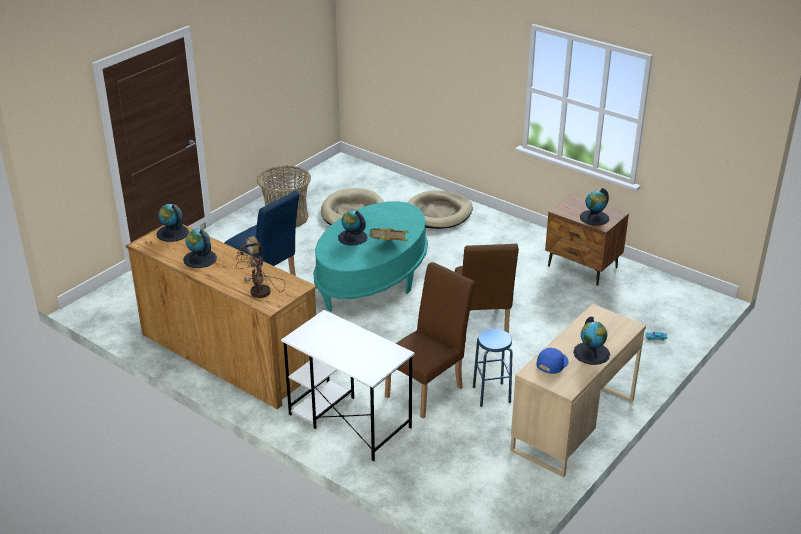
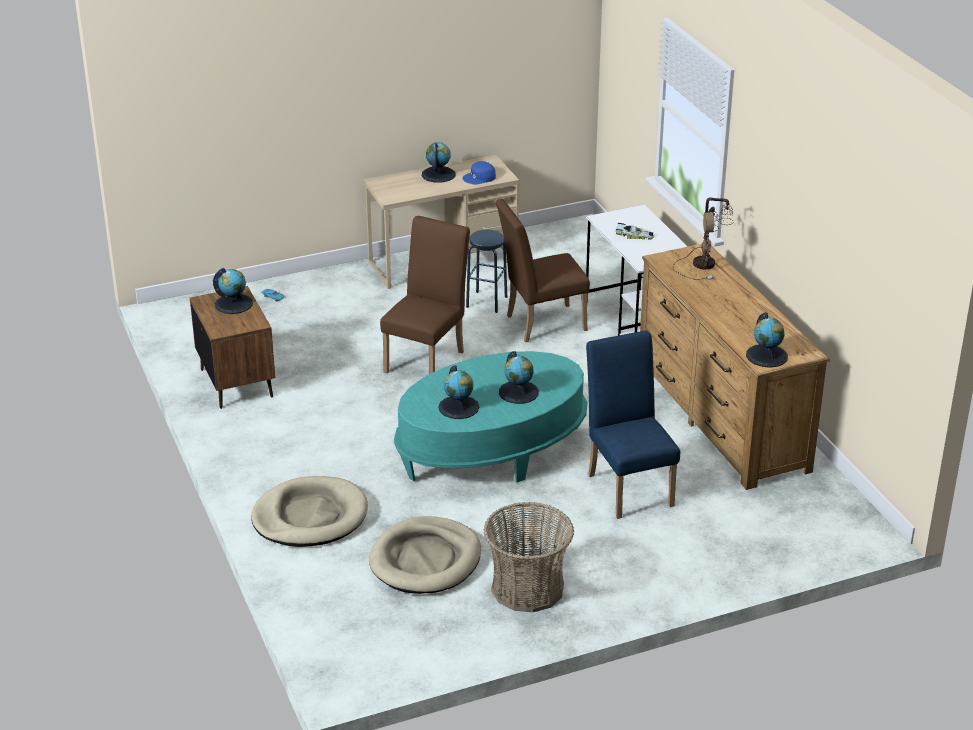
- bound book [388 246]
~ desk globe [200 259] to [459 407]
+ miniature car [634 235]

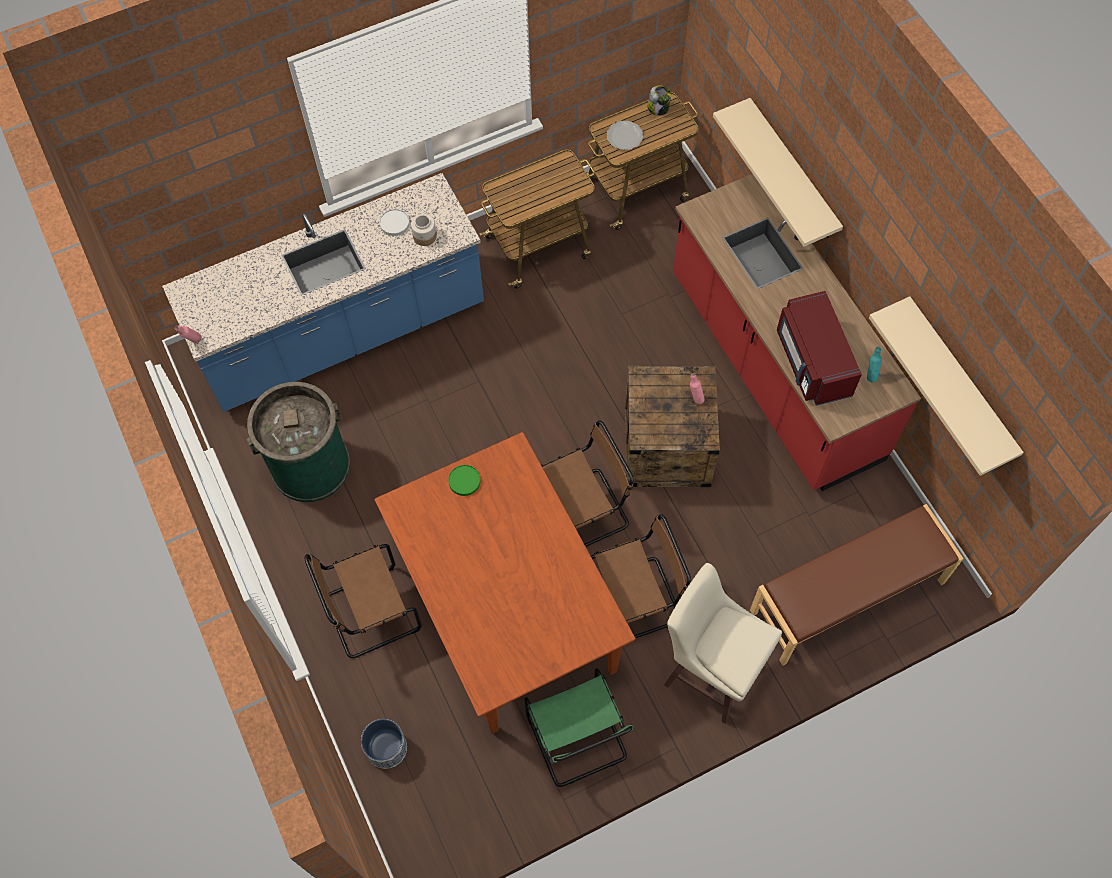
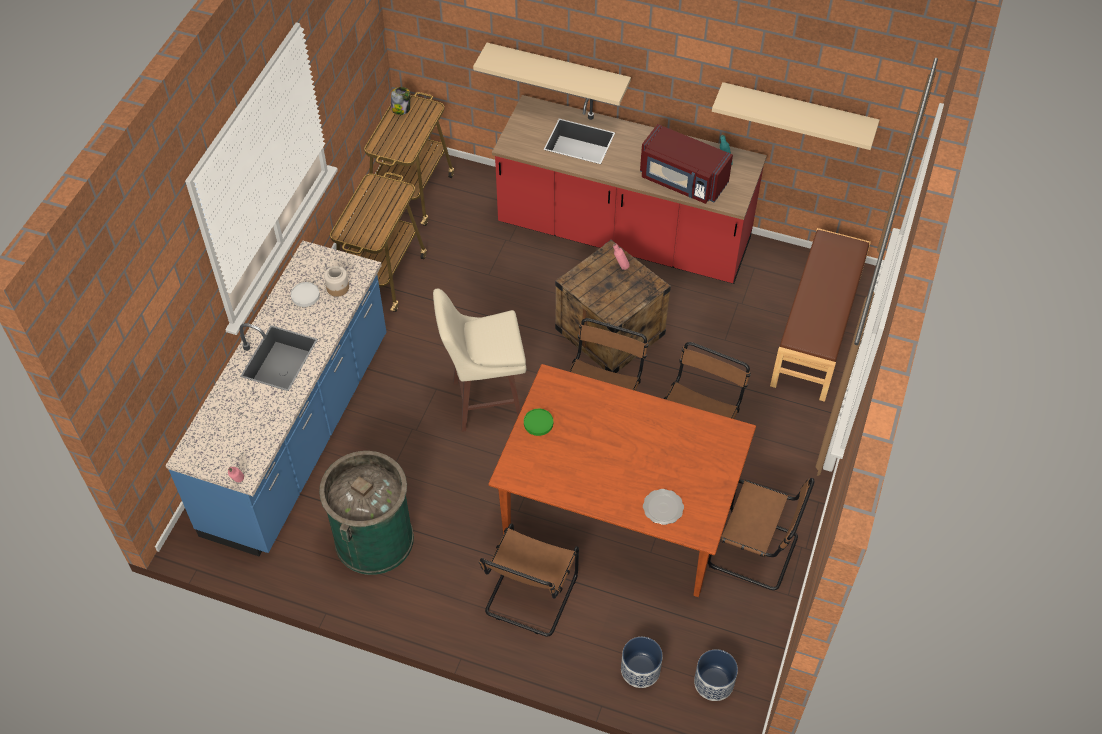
~ flat dish [624 136] to [662 508]
~ beige sitting stool [710 672] to [484 401]
~ greenish upright chair [578 740] to brown-coloured upright chair [756 551]
+ plant pot [713 683]

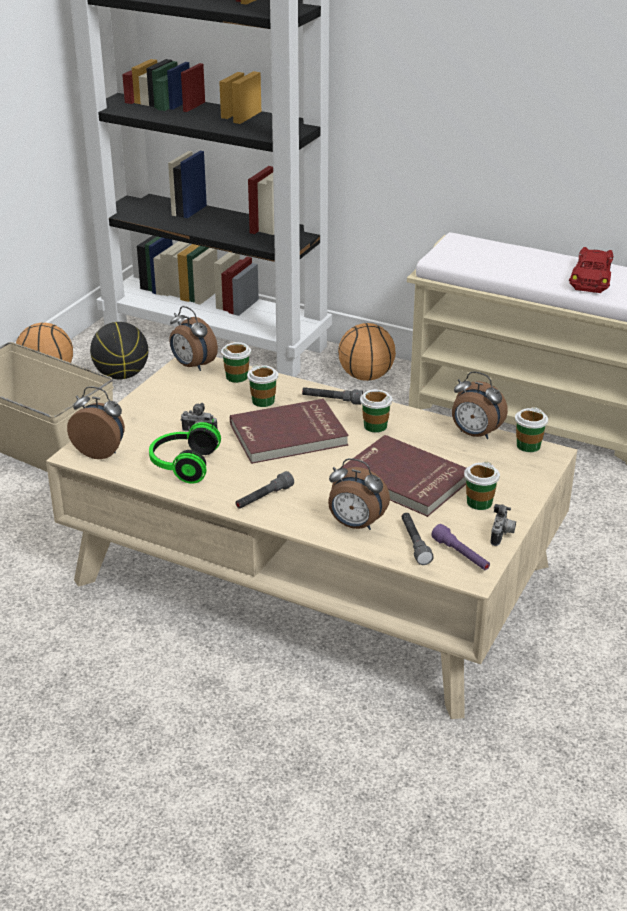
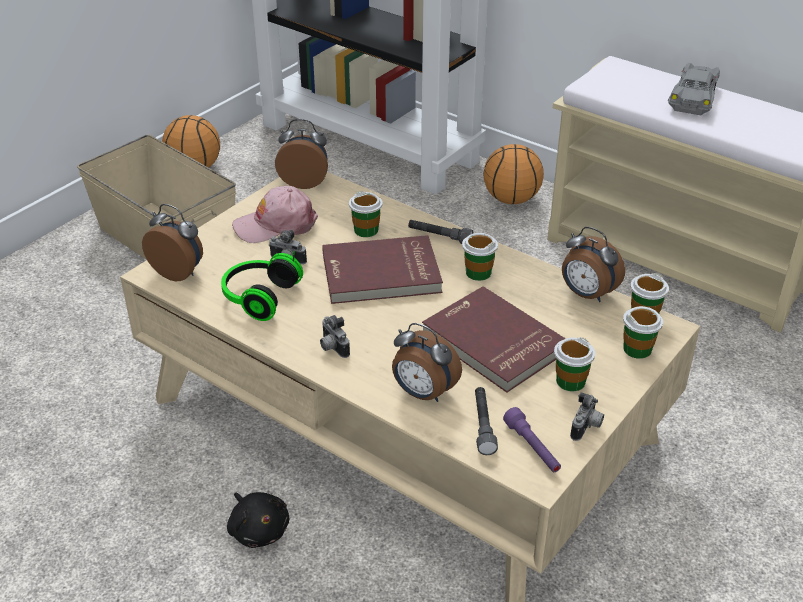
- reddish miniature car [592 278]
~ table clock [192 366] = [304 182] 135 degrees clockwise
- basketball [122 375]
~ drinking cup [237 377] to [637 349]
~ gray torch [264 498] to still camera [332 348]
+ gray miniature car [694 97]
+ pink peaked cap [276 224]
+ blackish soft toy [259 529]

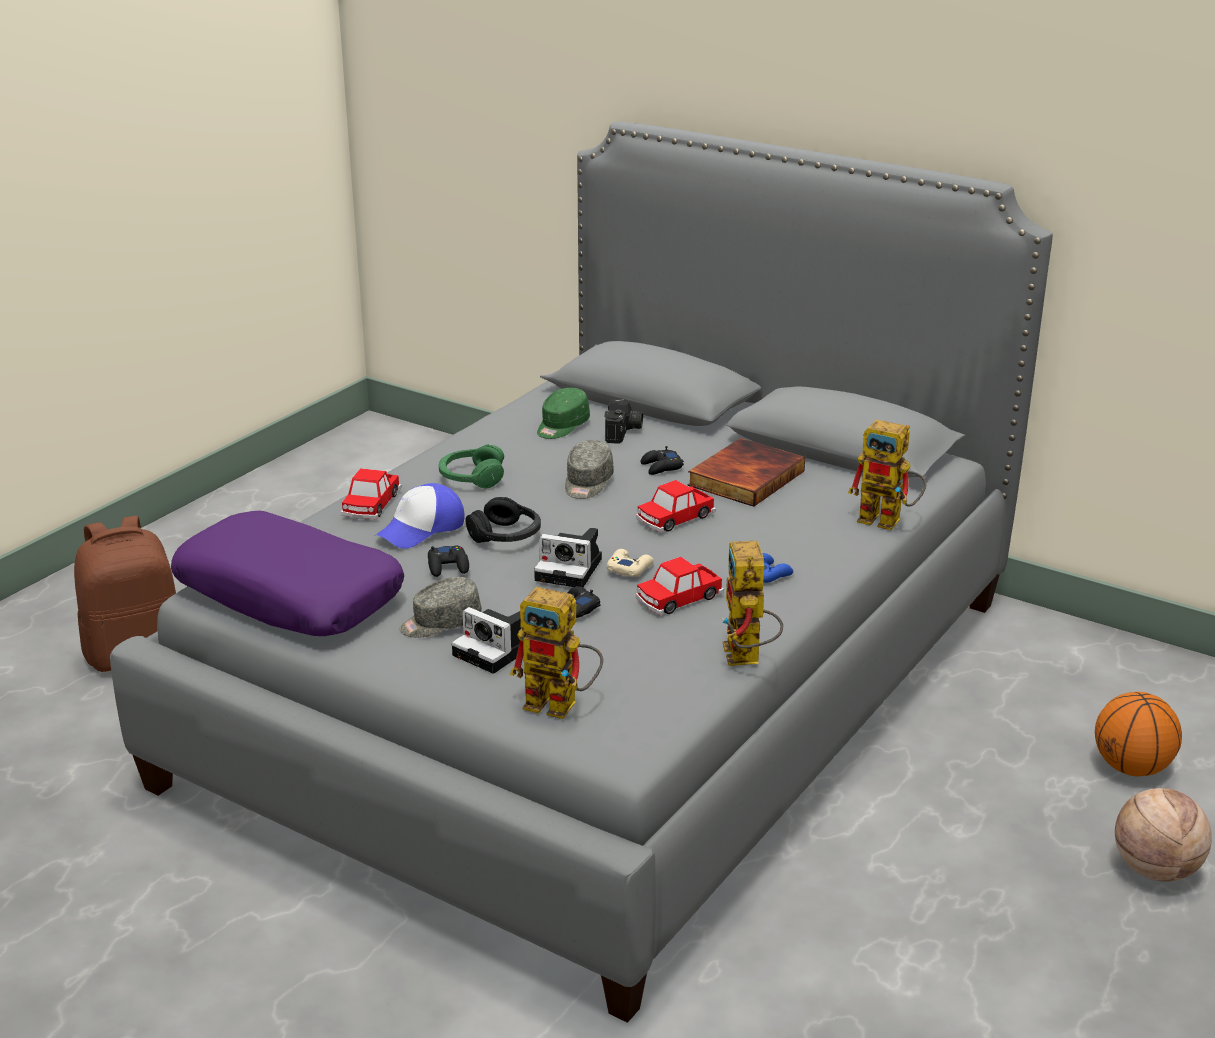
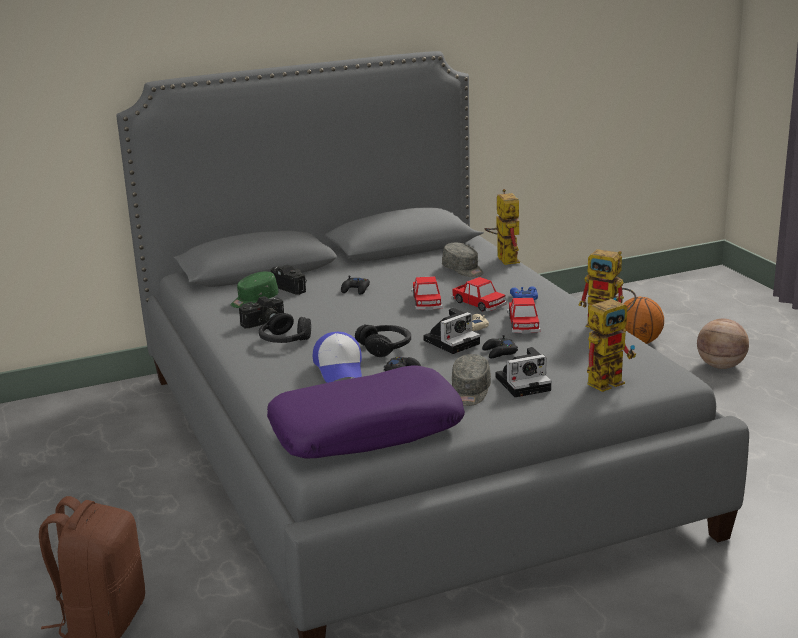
~ greenish peaked cap [562 426] = [254 300] 75 degrees clockwise
~ toy robot [889 521] = [503 258] 75 degrees counterclockwise
- bound book [744 477]
~ gray peaked cap [587 483] to [463 270]
~ greenish headphones [472 478] to blackish headphones [284 340]
~ miniature car [371 504] to [479 303]
+ still camera [264 323]

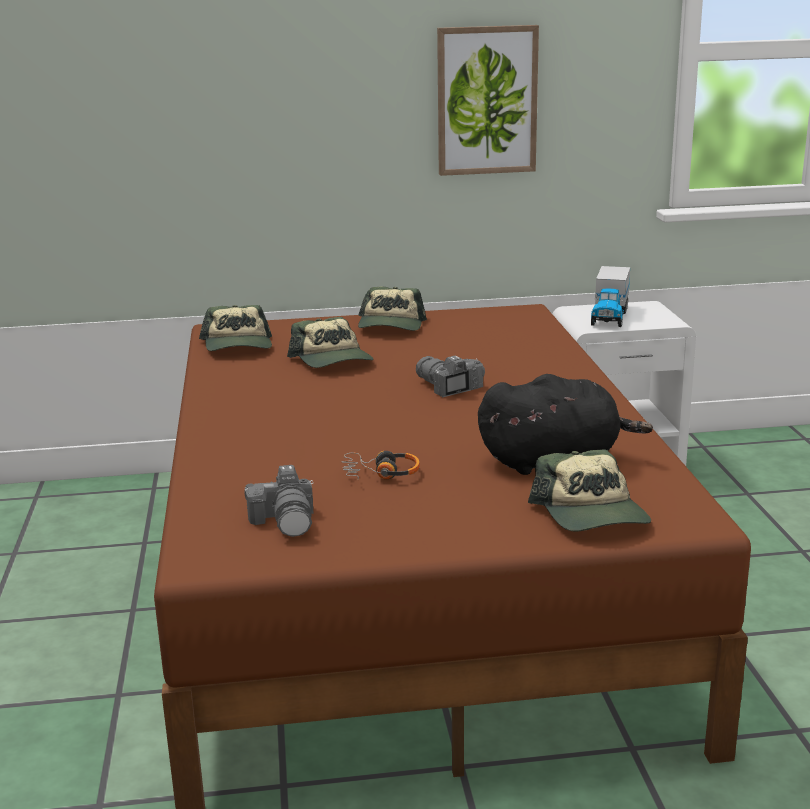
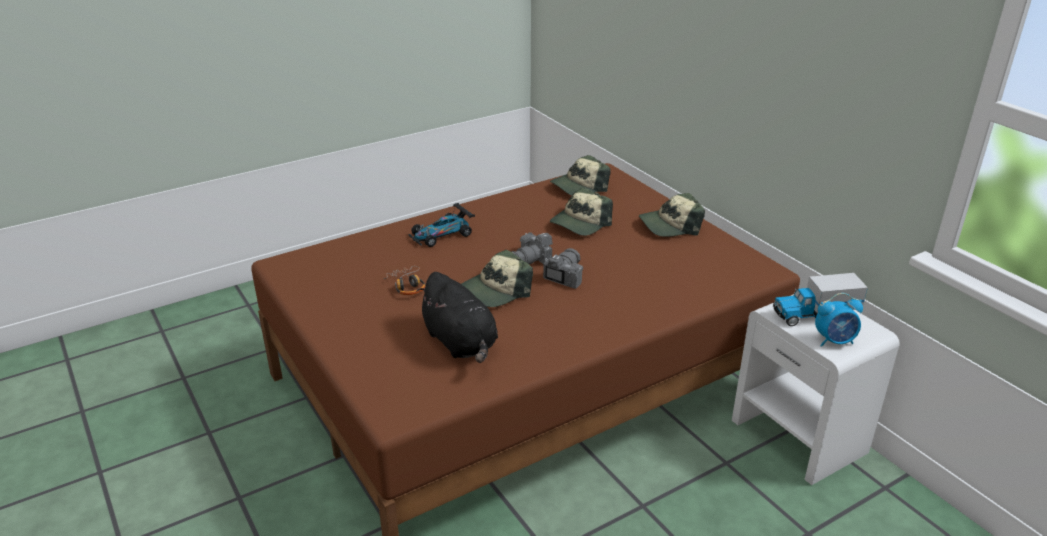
- wall art [486 100]
~ peaked cap [591 514] to [496 290]
~ still camera [286 520] to [532 260]
+ miniature car [442 234]
+ table clock [834 341]

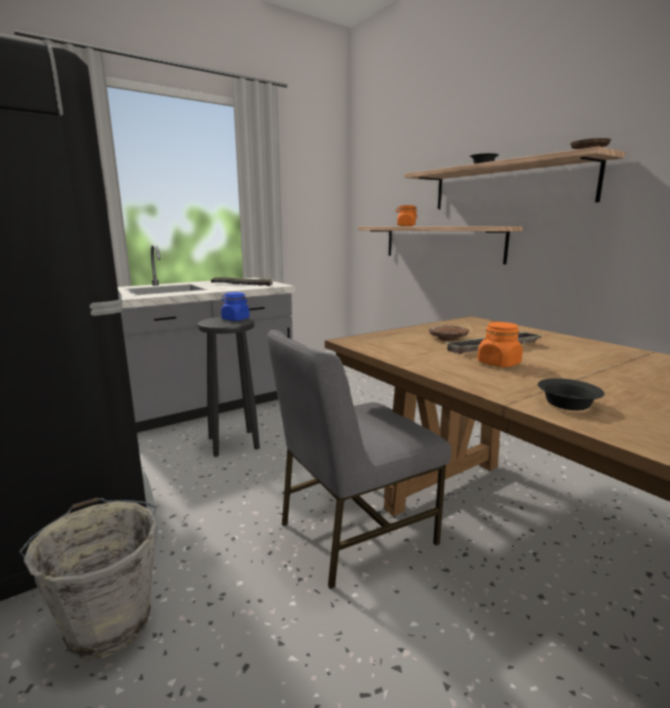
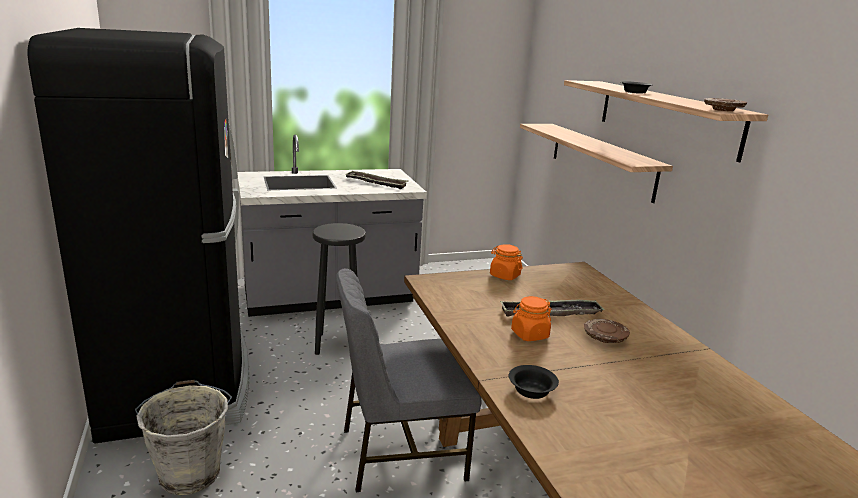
~ orangey storage jar [406 226] to [504 275]
- blue storage jar [235 319]
~ brown-coloured flat dish [447 338] to [604 338]

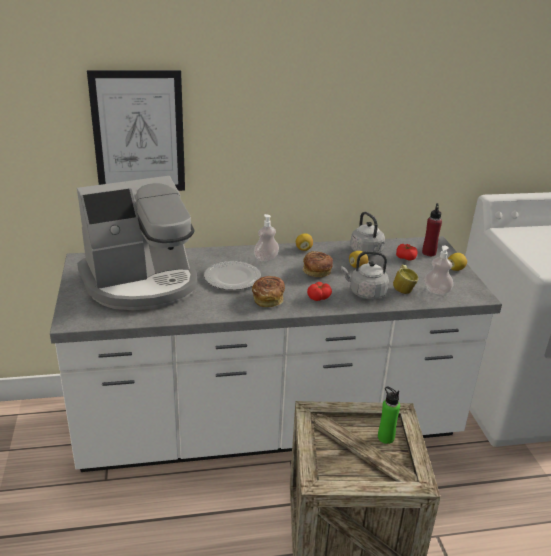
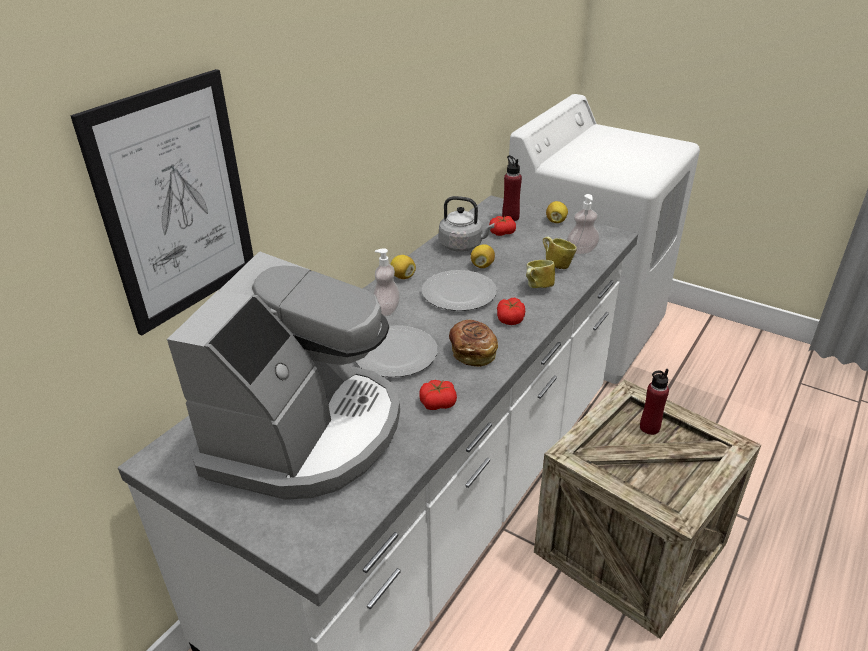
~ bakery bread [317 272] to flat dish [460 293]
~ gray water kettle [365 293] to mug [536 288]
~ greenish bottle [385 437] to reddish bottle [649 427]
+ whole tomato [438 403]

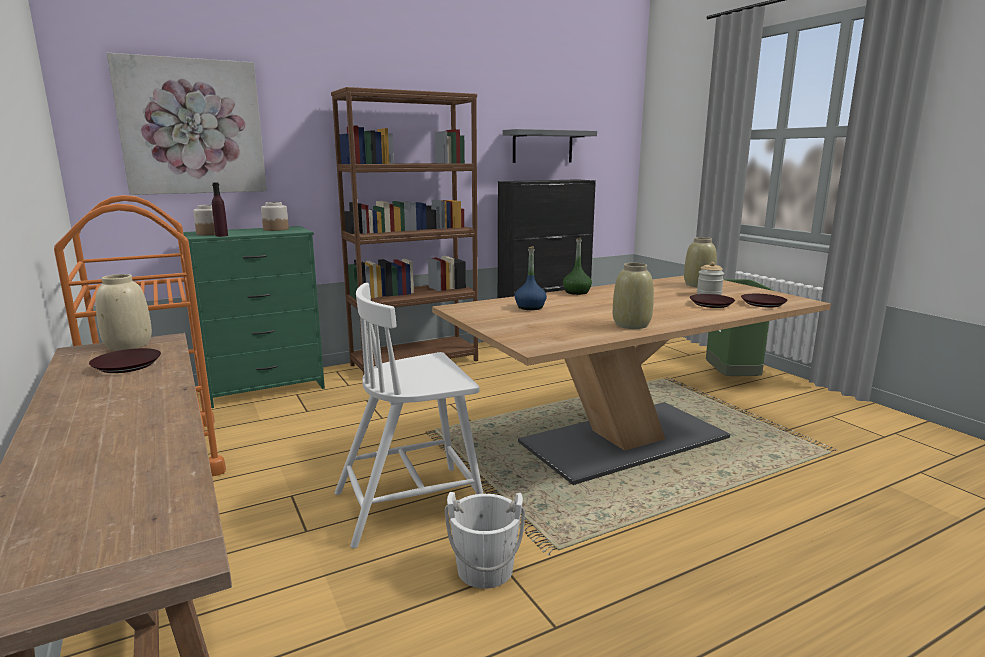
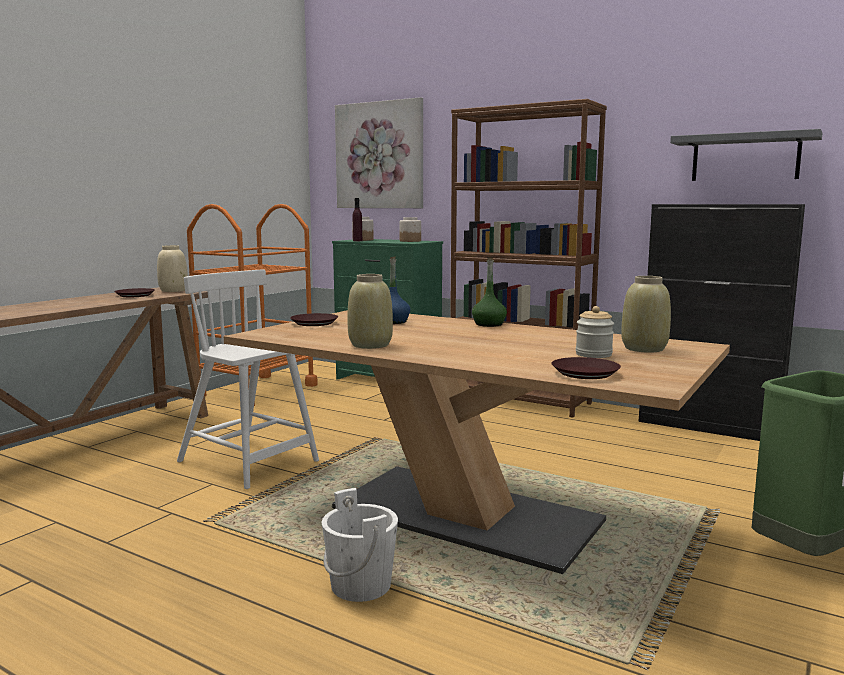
~ brown-coloured flat dish [711 304] to [315 323]
~ white water bucket [485 570] to [361 585]

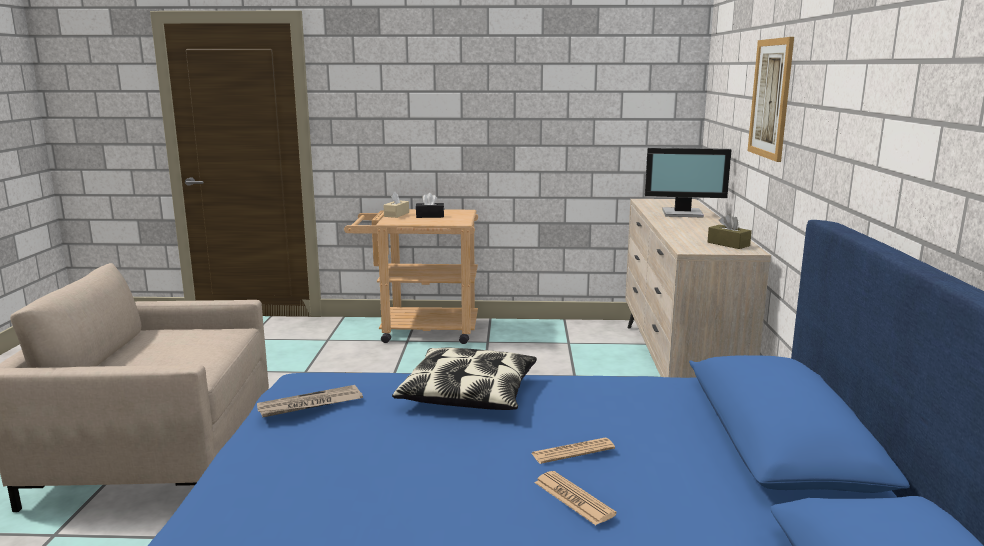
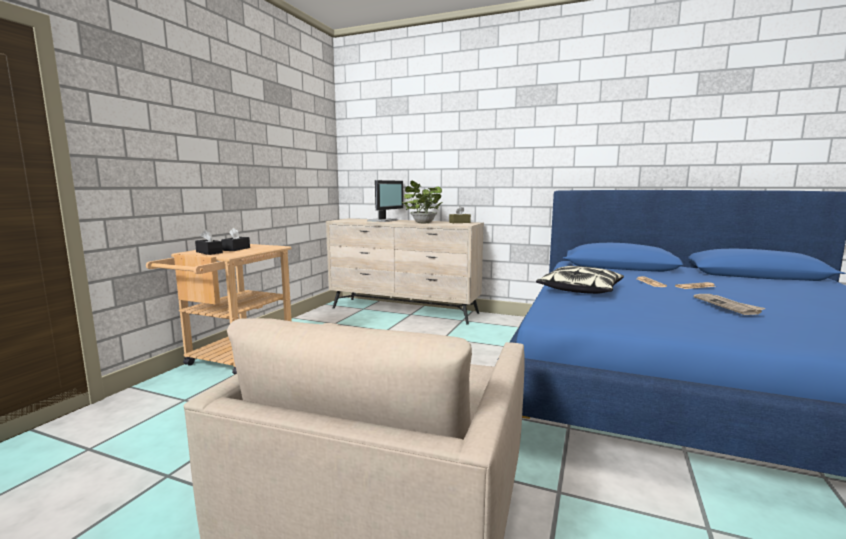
- wall art [770 98]
~ beige box of tissues [396 214] to blackish box of tissues [209 252]
~ daily paper [309 405] to [727 305]
+ potted plant [422 222]

